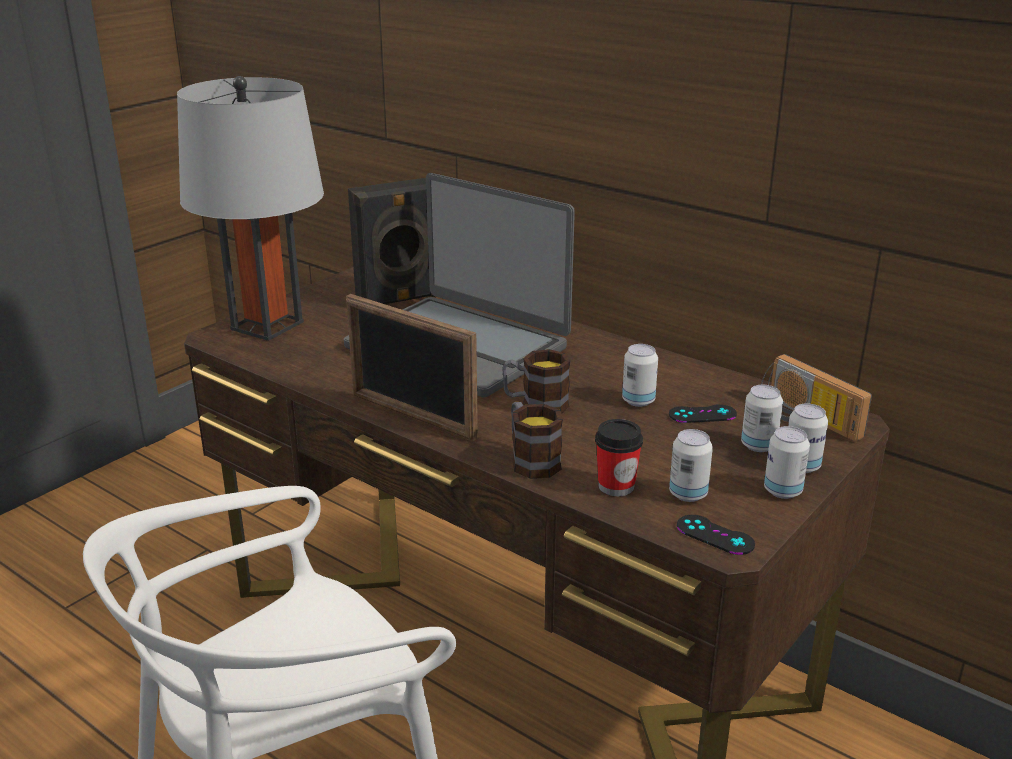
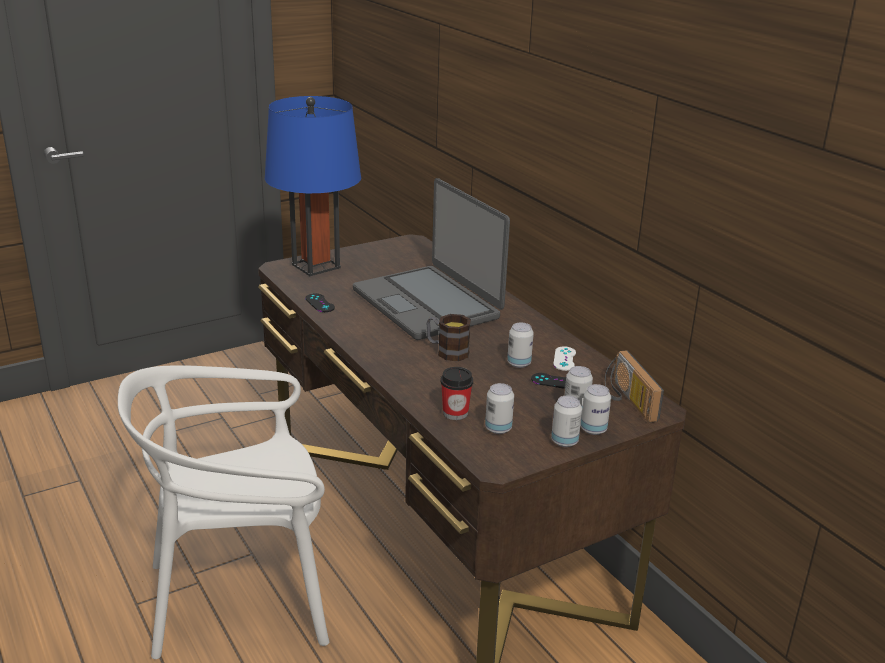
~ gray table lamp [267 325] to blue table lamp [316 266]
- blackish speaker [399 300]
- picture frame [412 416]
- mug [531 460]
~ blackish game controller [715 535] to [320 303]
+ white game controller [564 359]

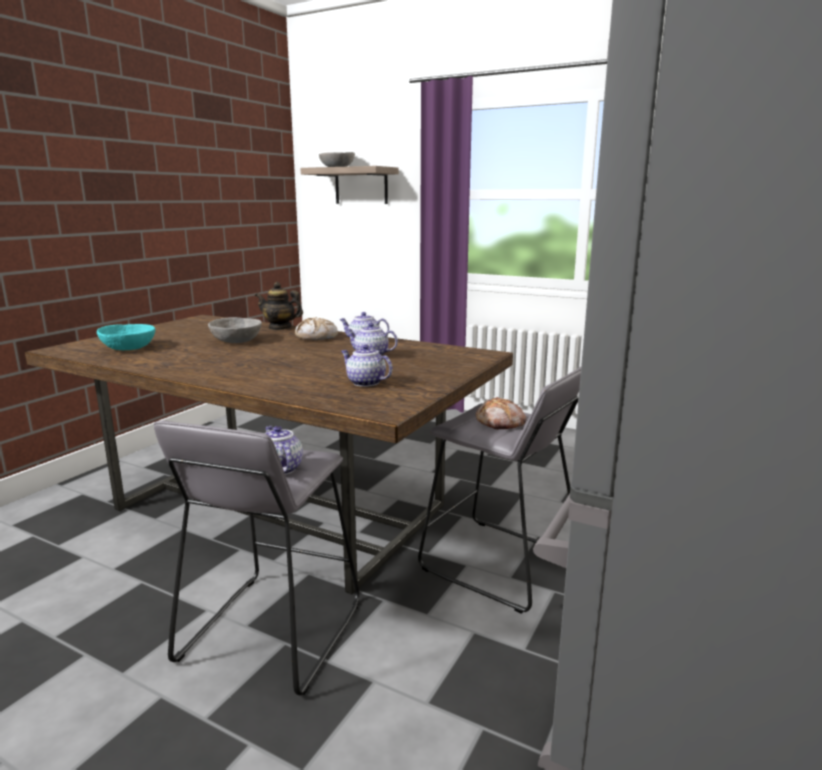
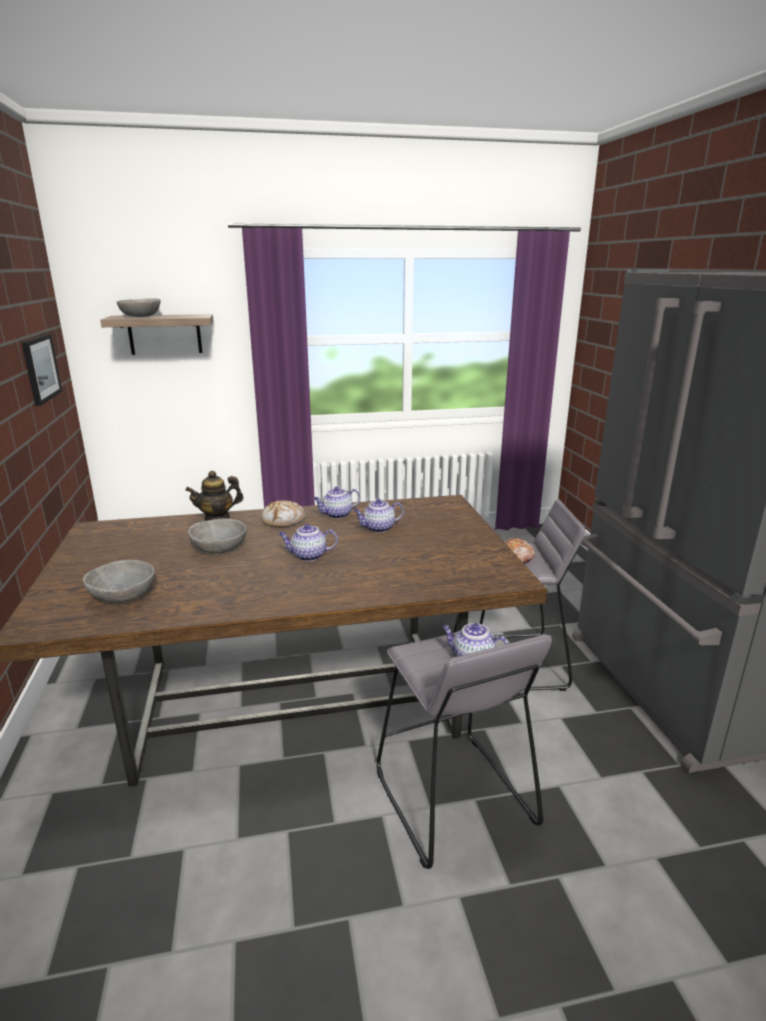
~ turquoise-coloured bowl [128 348] to gray bowl [122 595]
~ pot for tea [365 382] to [308 556]
+ wall art [40 368]

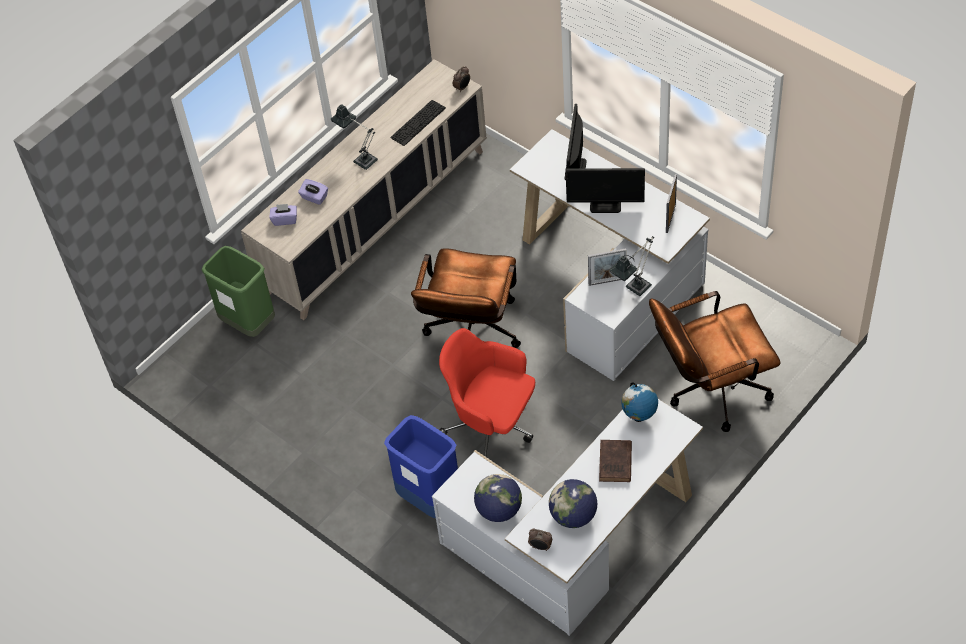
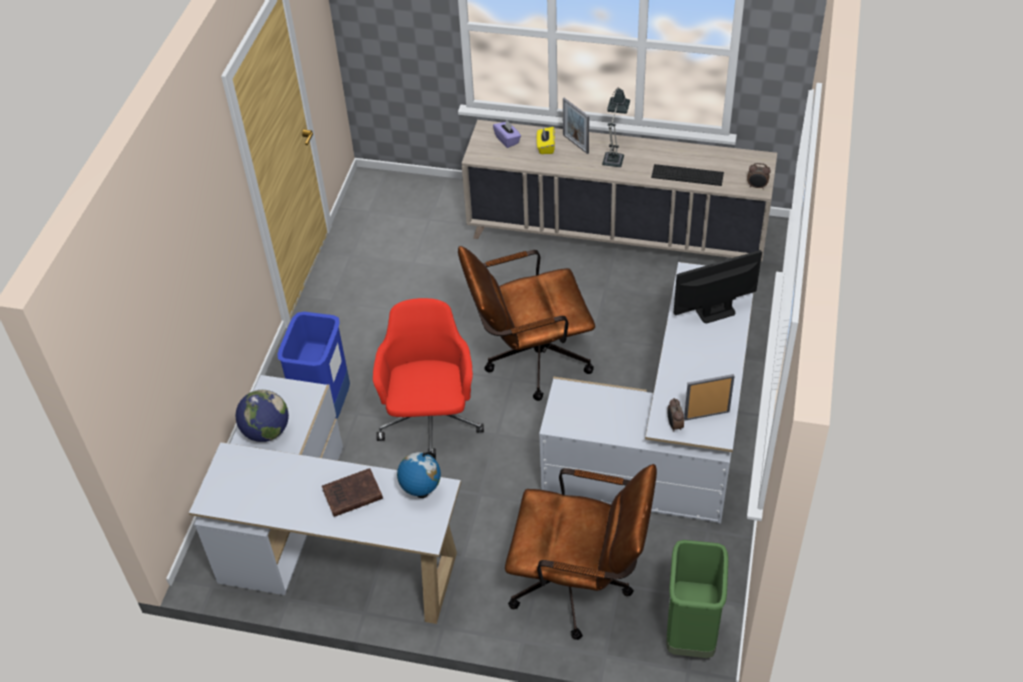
- computer screen [605 205]
~ purple box of tissues [314 197] to yellowish box of tissues [546 147]
- table lamp [634 290]
~ greenish waste bin [248 323] to [691 635]
~ picture frame [607 281] to [575 144]
~ brown-coloured office chair [710 391] = [580 587] 150 degrees clockwise
- desk globe [573 516]
~ table clock [540 547] to [674 425]

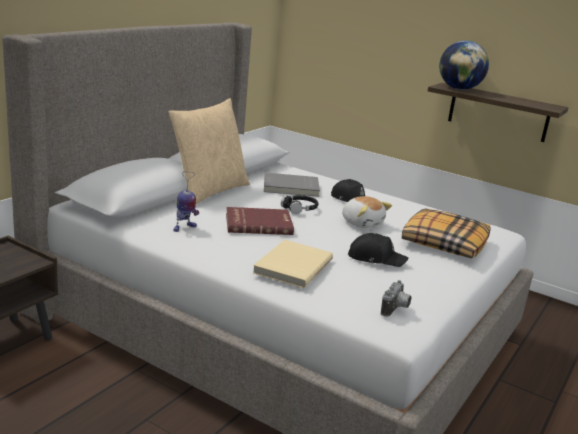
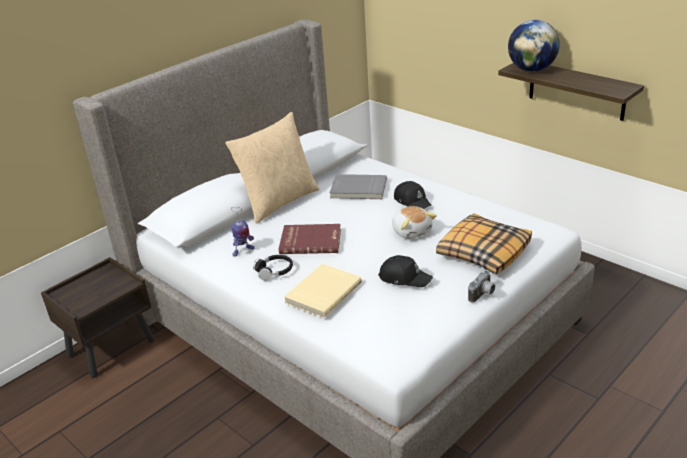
~ blackish headphones [299 209] to [274 271]
~ still camera [396 309] to [483 295]

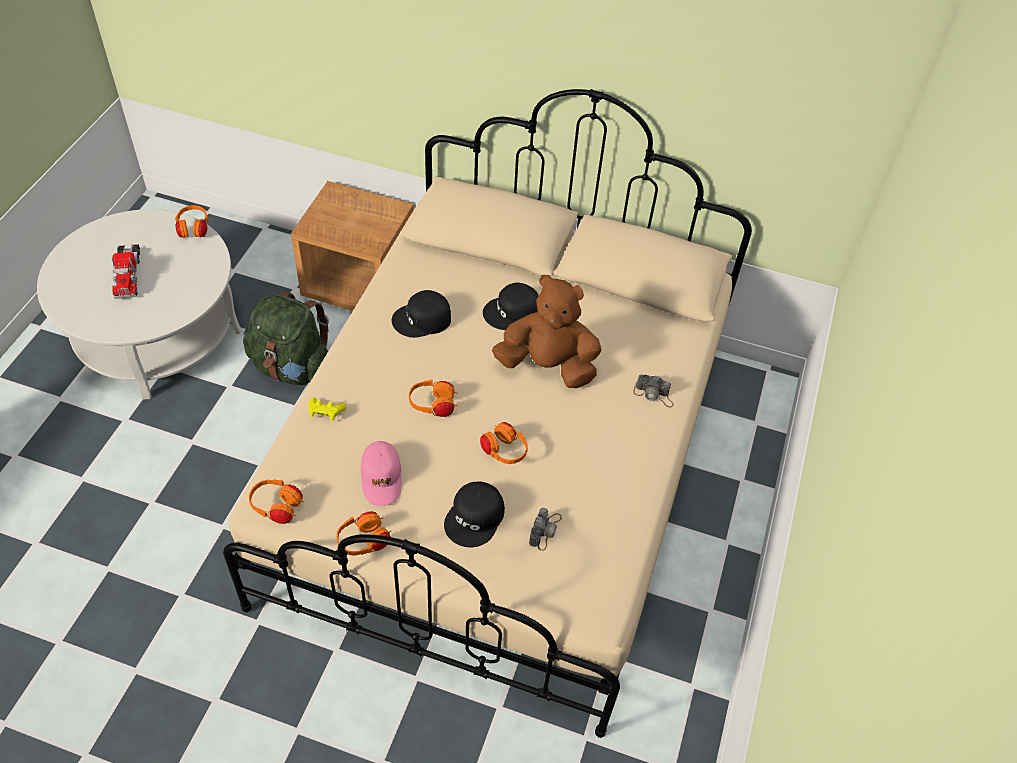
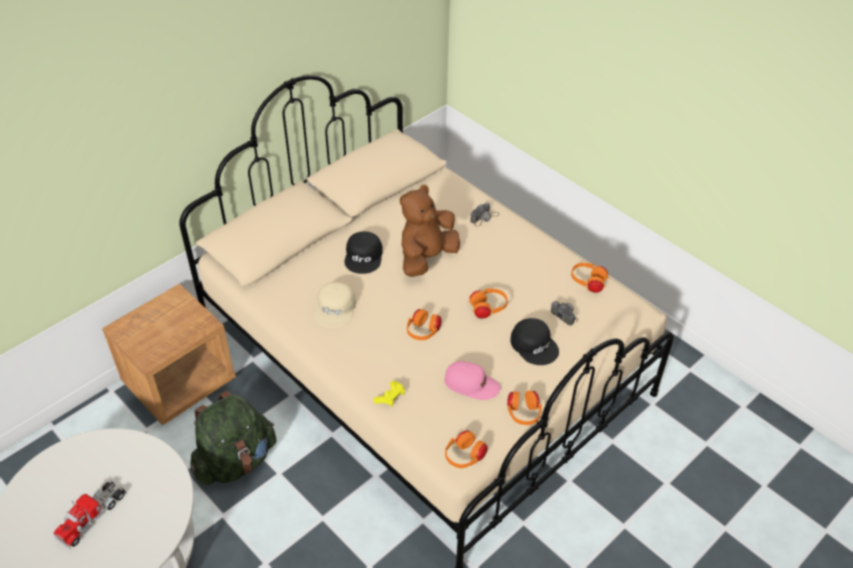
~ orangey headphones [194 230] to [588 283]
~ toy lorry [128 274] = [92 516] 105 degrees clockwise
~ blackish peaked cap [422 320] to beige peaked cap [336 308]

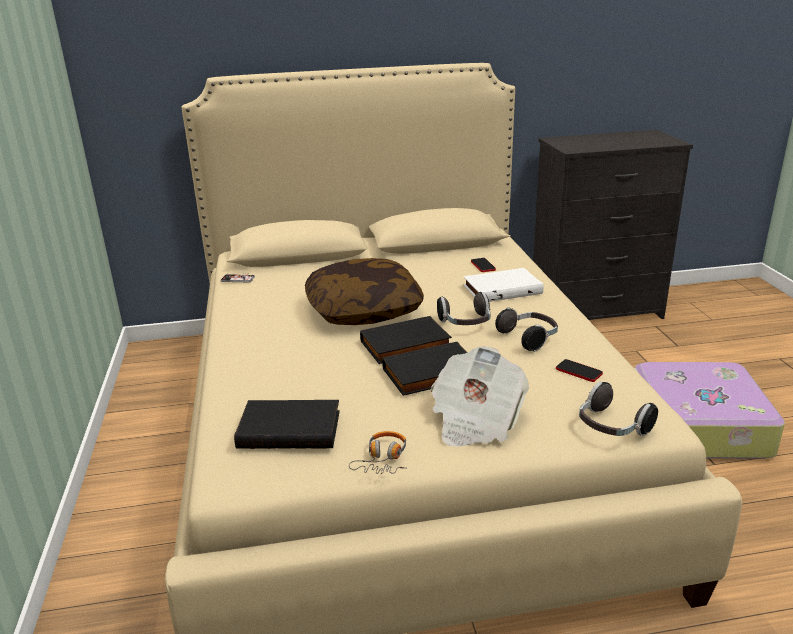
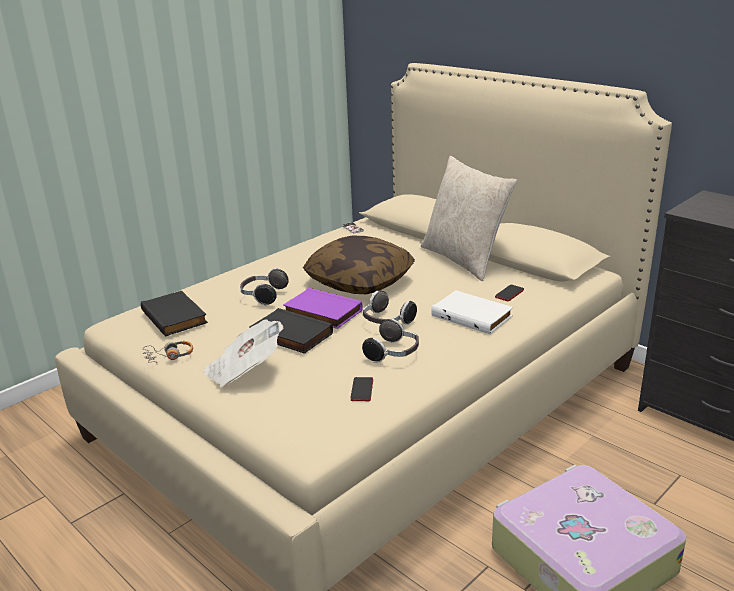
~ blackish bound book [405 345] to purple bound book [321 313]
~ headphones [611 428] to [263 296]
+ beige throw pillow [464 259]

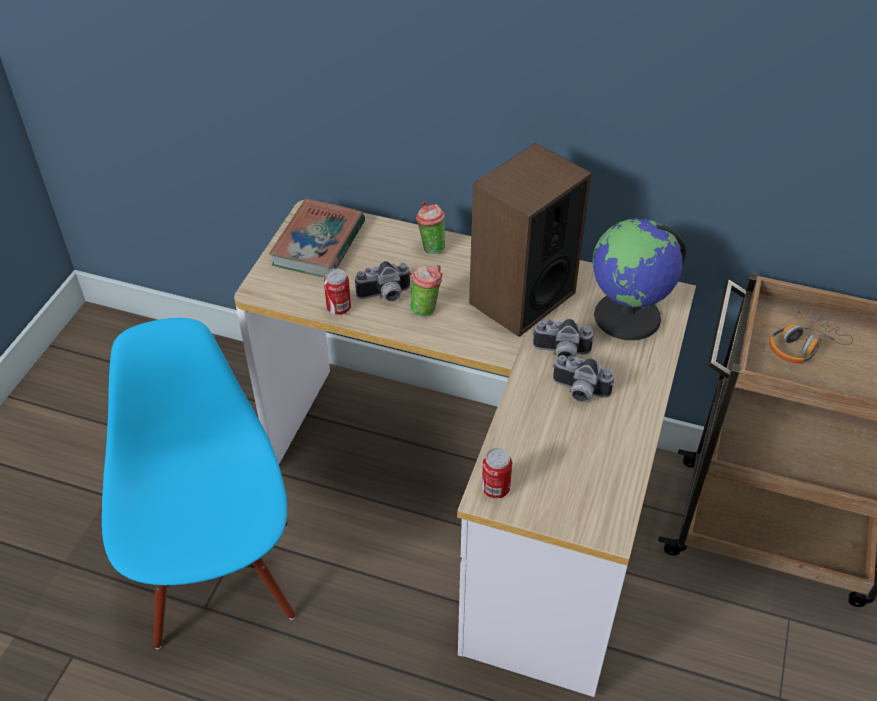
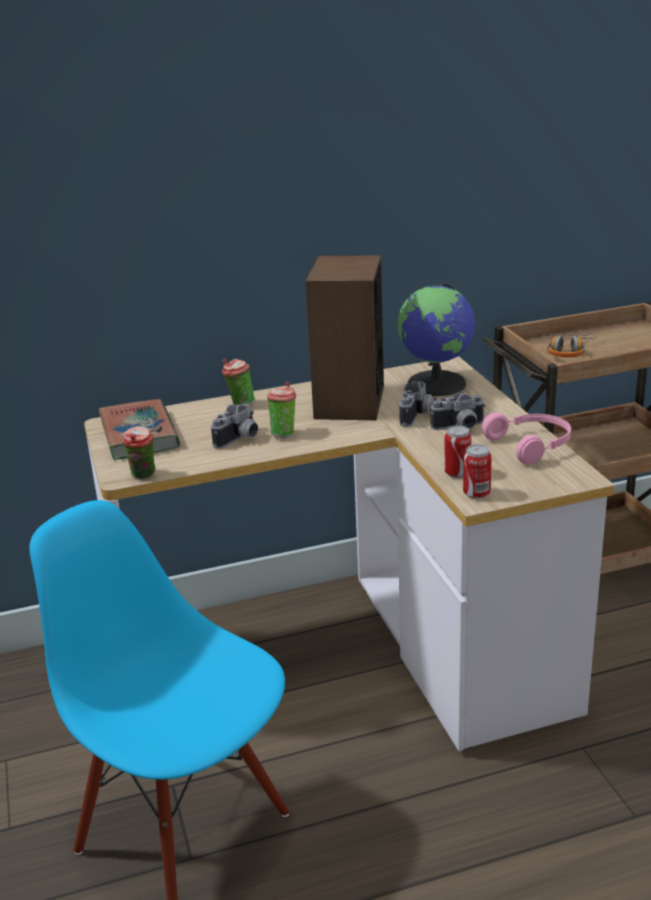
~ metal can [339 308] to [457 473]
~ still camera [561 353] = [418 416] 45 degrees counterclockwise
+ pink headphones [532 445]
+ drinking cup [143 476]

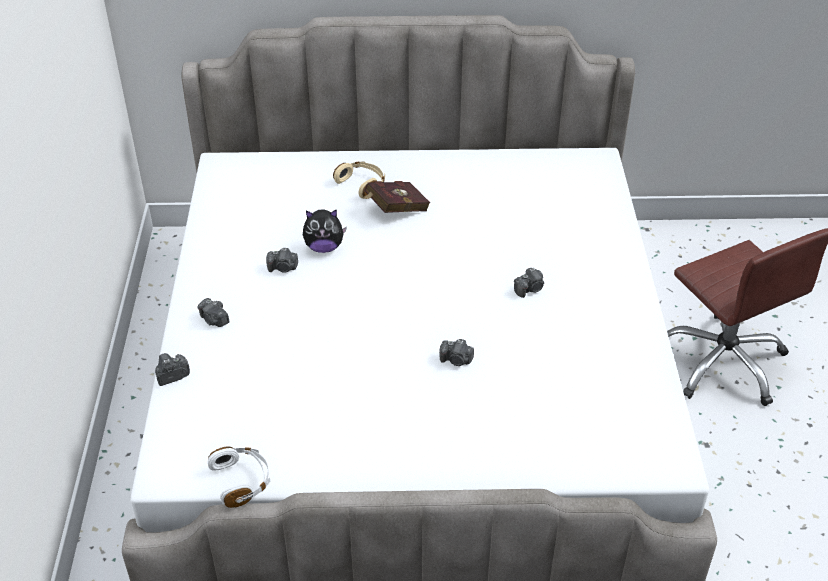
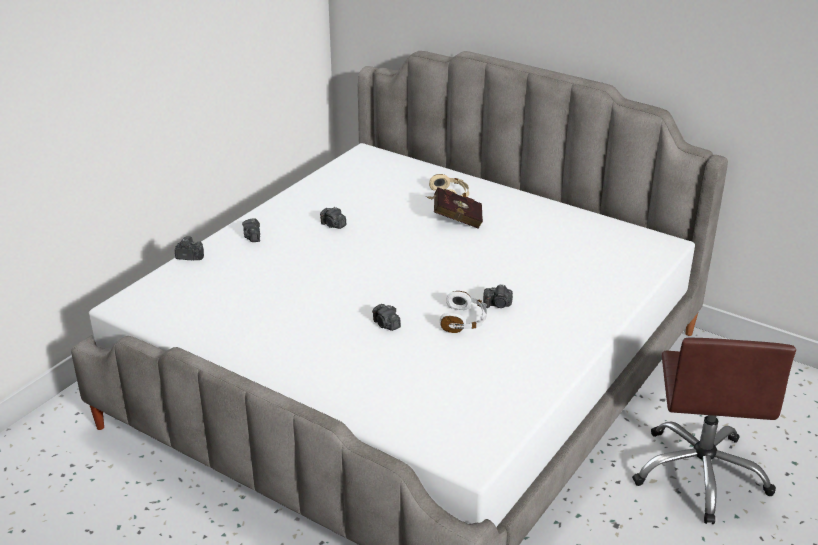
- soft toy [324 247]
~ white headphones [242 481] to [464 321]

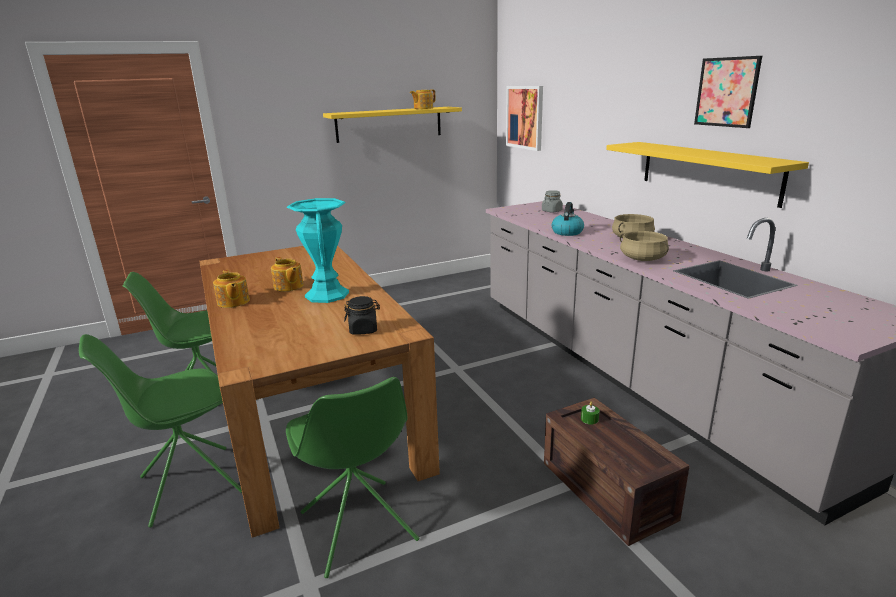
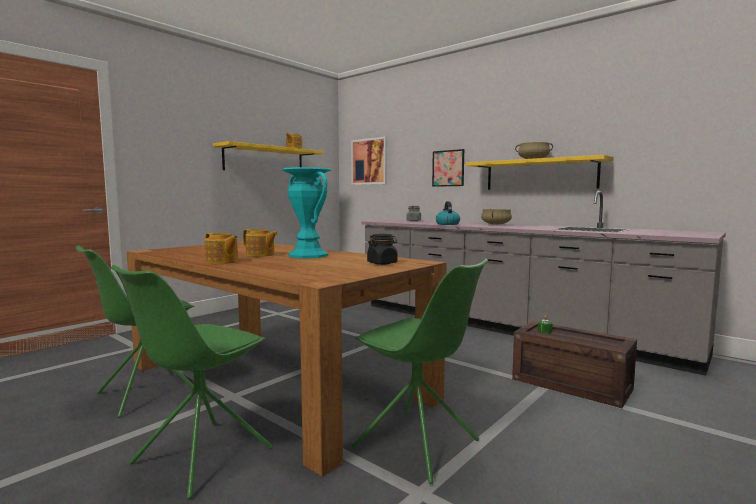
~ wall art [727 92] to [448 168]
~ beige stockpot [642 259] to [533 159]

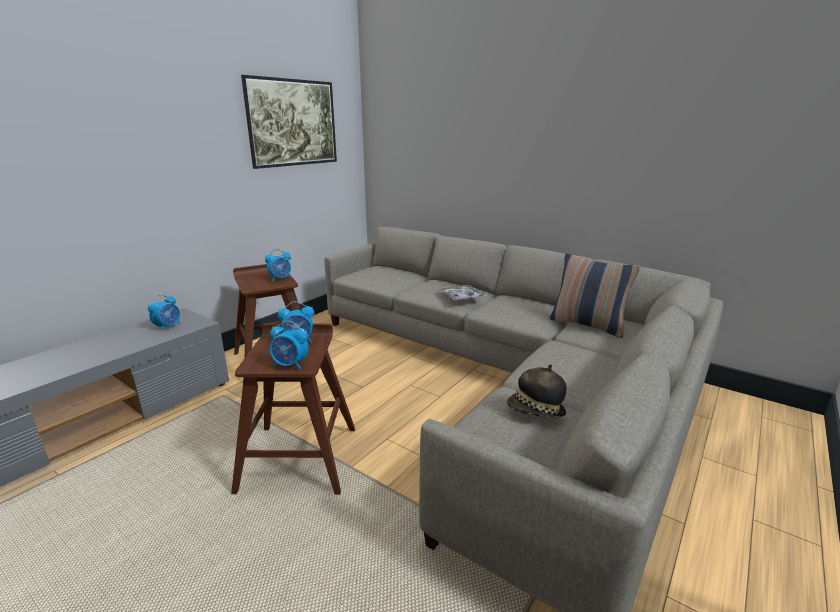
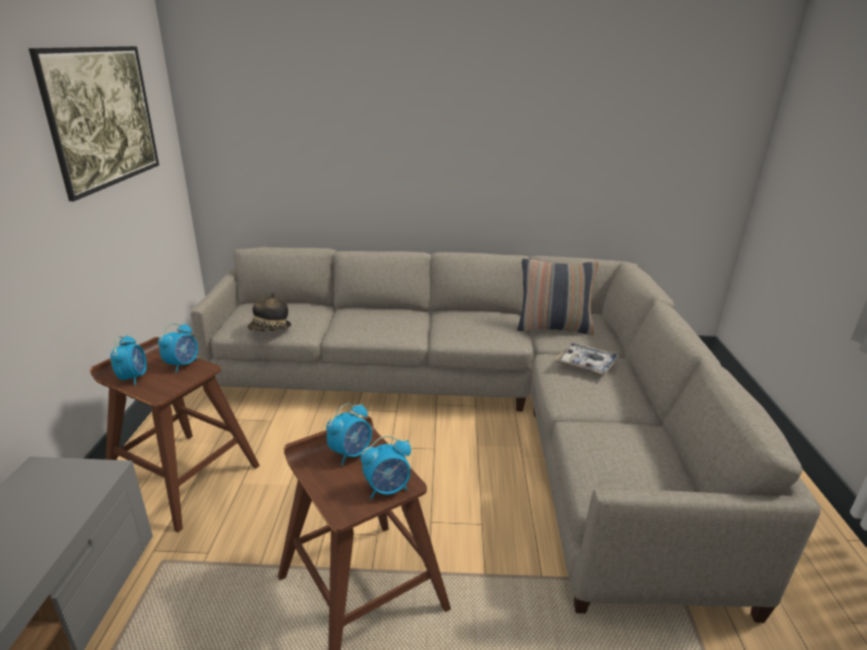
~ carrying tray [462 297] to [586 364]
~ table clock [168 327] to [133 377]
~ wearable hat [535 411] to [270 329]

